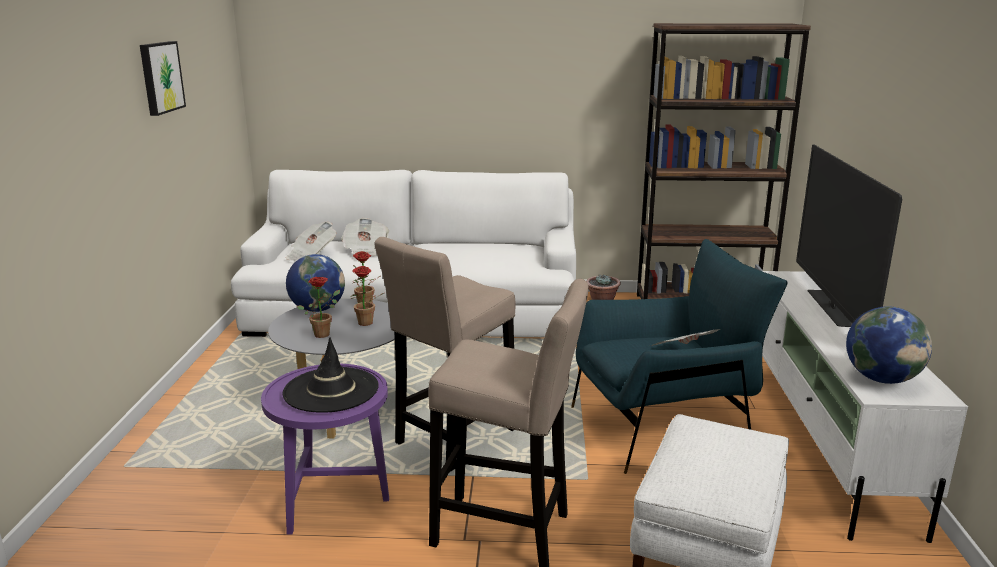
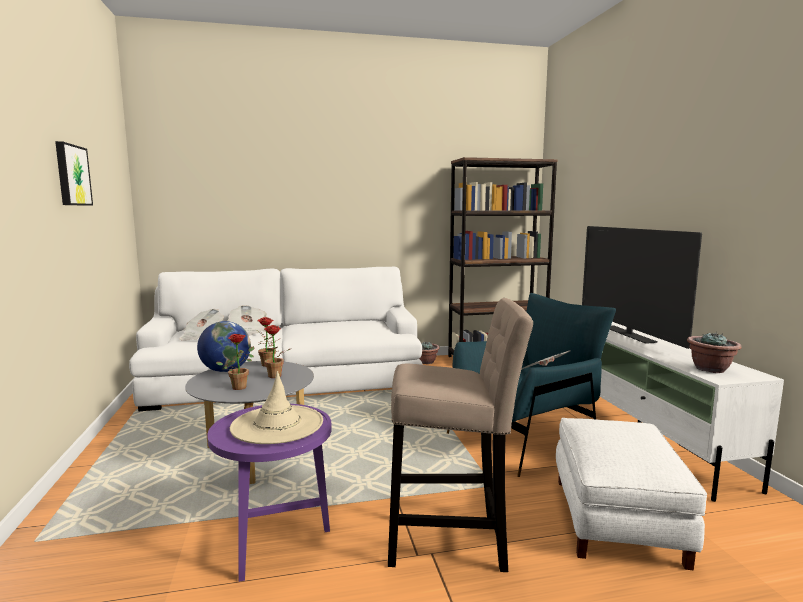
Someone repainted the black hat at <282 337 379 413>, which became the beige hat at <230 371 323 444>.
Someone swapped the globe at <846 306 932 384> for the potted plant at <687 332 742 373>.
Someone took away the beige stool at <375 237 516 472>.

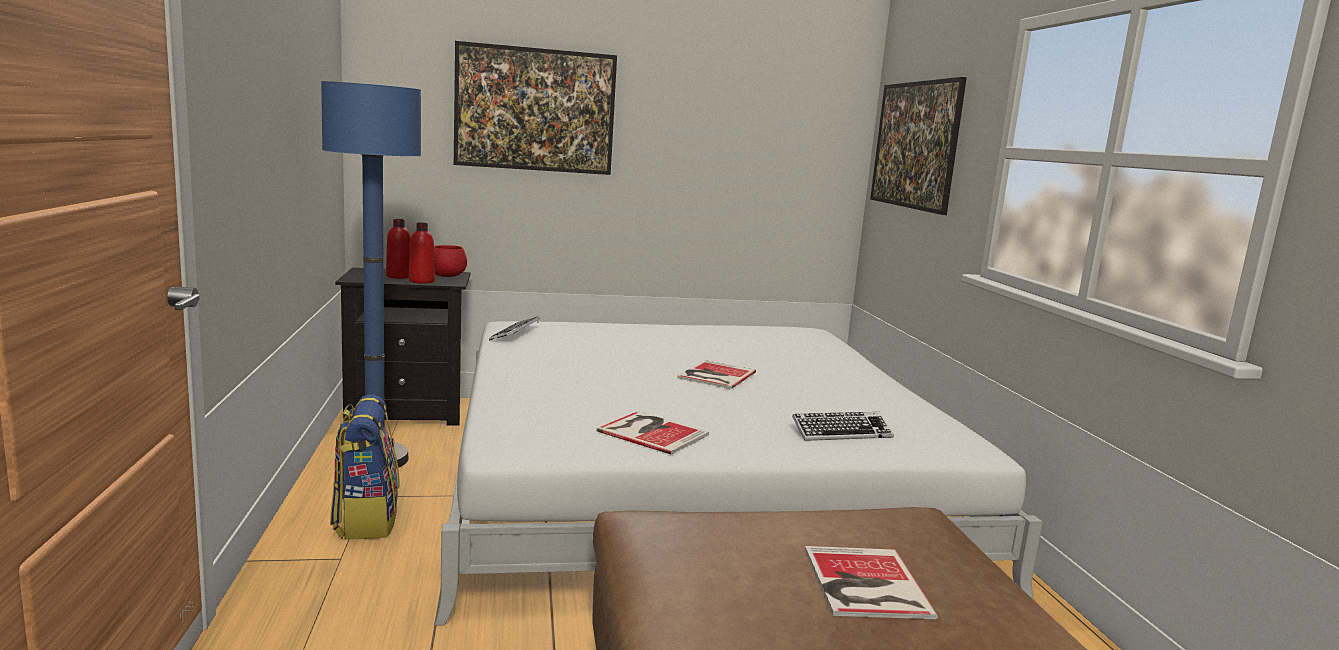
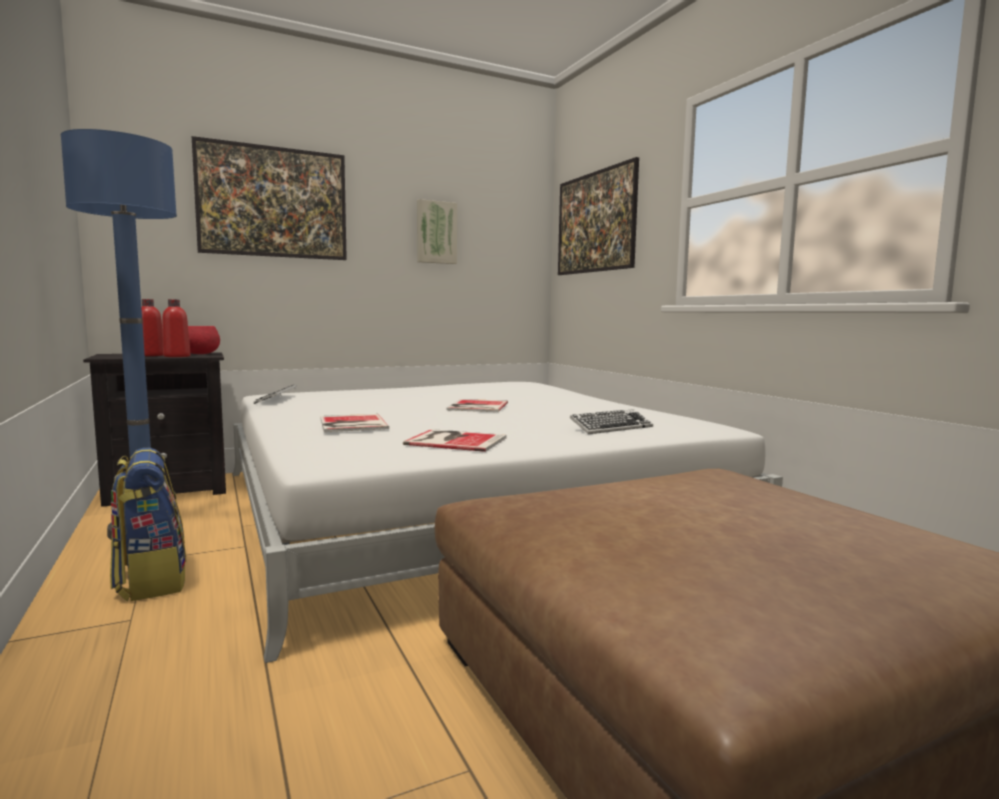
Someone carried the book from <805 546 938 619> to <320 414 389 432>.
Someone put up the picture at <417 199 457 264>.

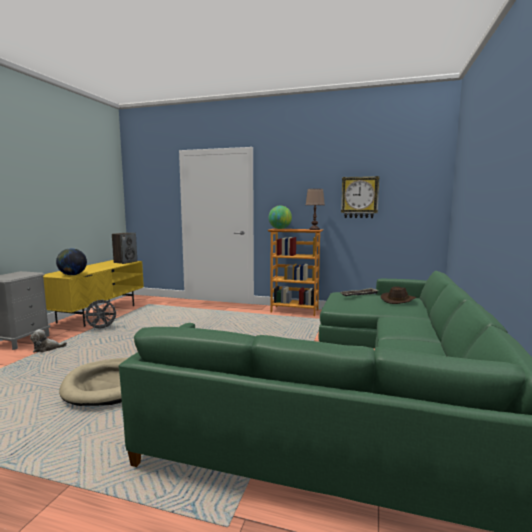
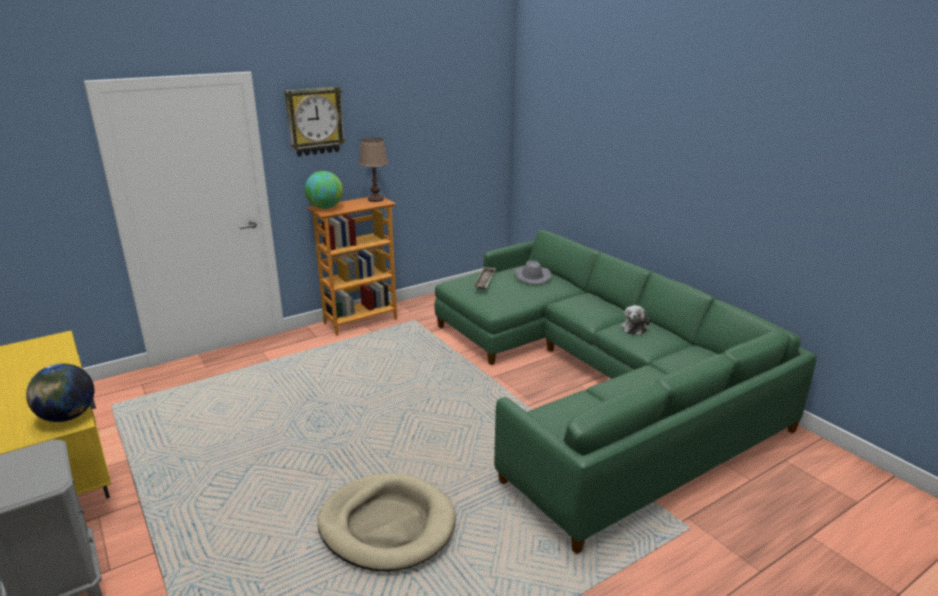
Someone carried the wall clock from <341 176 379 218> to <285 87 345 156>.
Someone repainted the brown hat at <380 286 416 304>, which became the grey hat at <514 260 551 285>.
Someone carried the plush toy from <30 329 67 353> to <621 305 650 335>.
Someone took away the grey fan at <85 300 118 330>.
Someone took away the speaker at <112 233 137 264>.

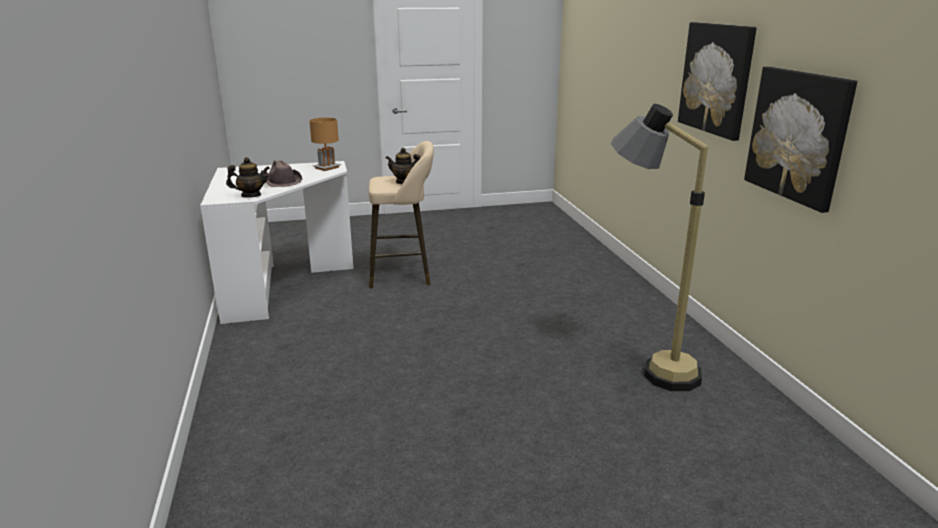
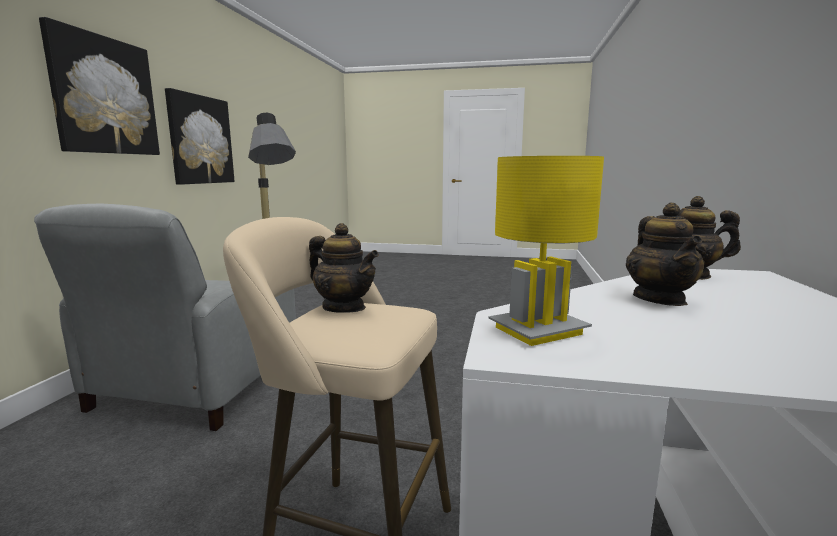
Someone put down the grey armchair at <34 204 296 431>.
Someone repainted the brown table lamp at <309 118 341 171>, which became the yellow table lamp at <488 156 604 346>.
Someone swapped the brown hat at <261 160 302 187> for the teapot at <626 203 704 306>.

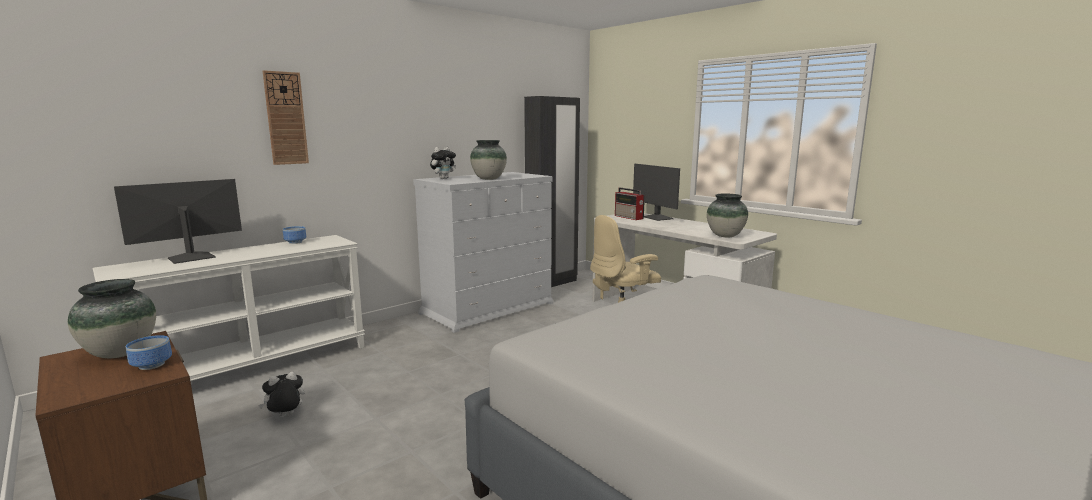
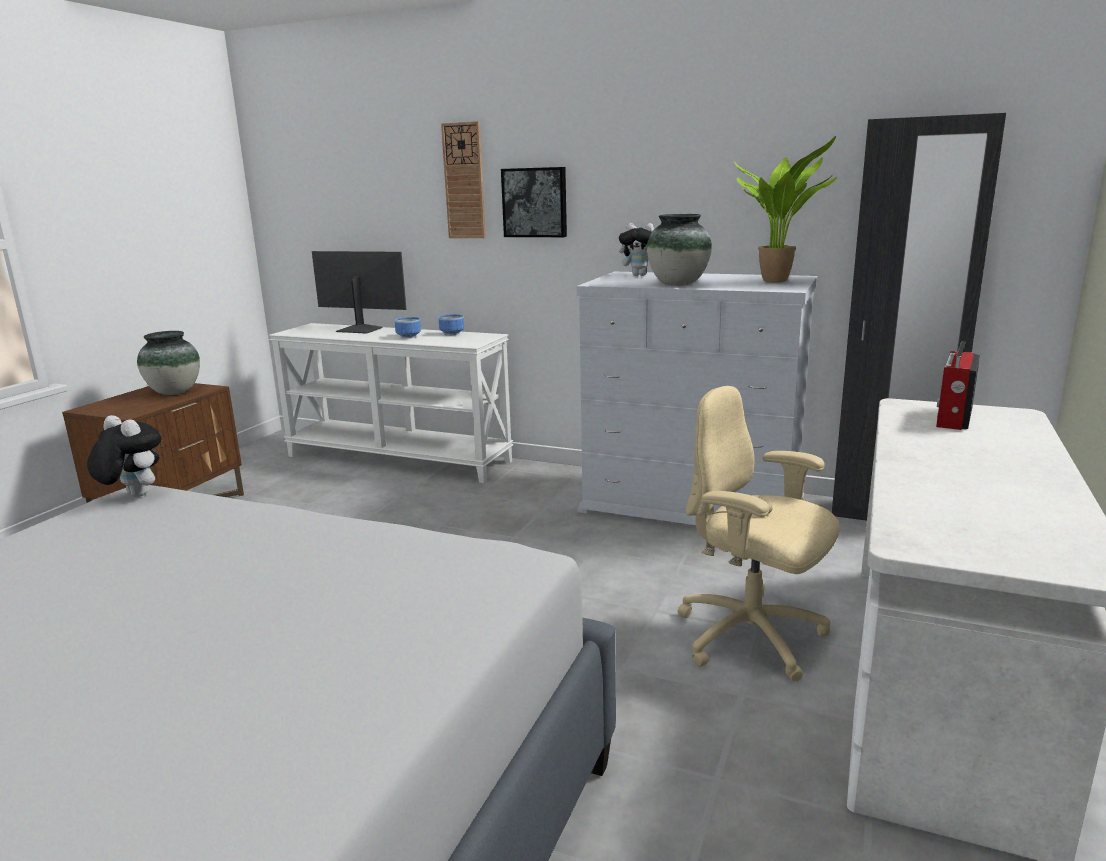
Someone carried the plush toy from <258 371 305 417> to <87 415 162 497>.
Someone carried the bowl from <126 335 172 370> to <395 317 421 338>.
Someone put up the picture at <501 167 567 237>.
Someone put down the potted plant at <734 136 837 283>.
Someone took away the monitor at <633 164 680 221>.
Someone took away the vase at <707 193 748 237>.

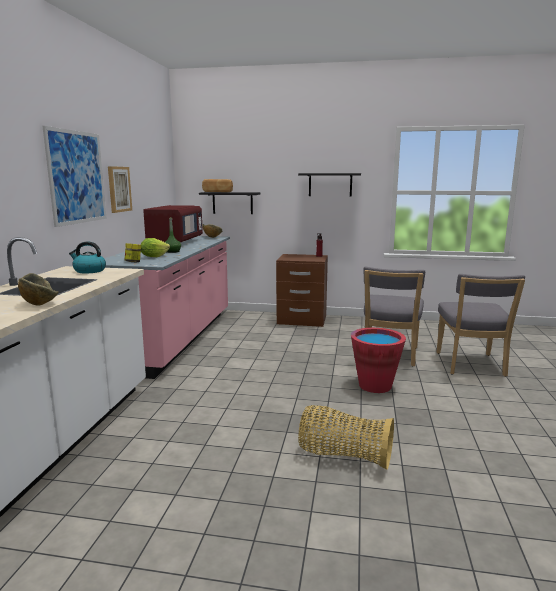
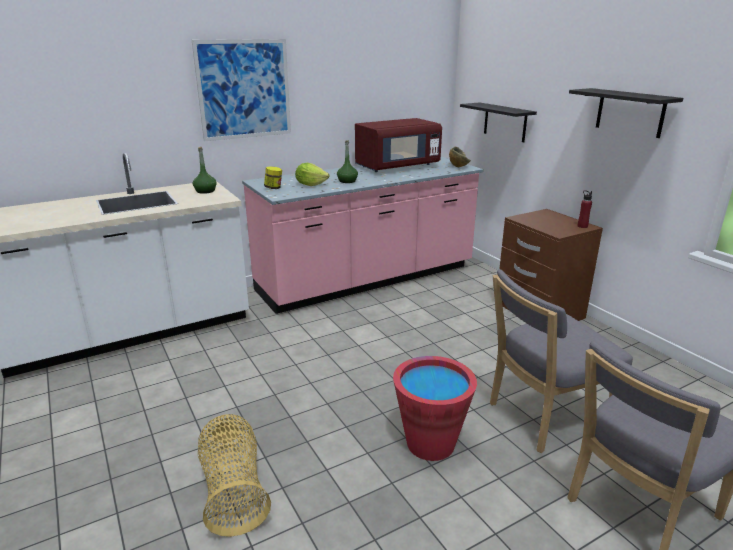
Someone swapped the kettle at <69 241 106 273> for the green bottle at <193 147 217 194>.
Someone took away the bowl at <18 273 58 306>.
Someone took away the picture at <108 166 132 213>.
Someone took away the bread at <202 179 233 192>.

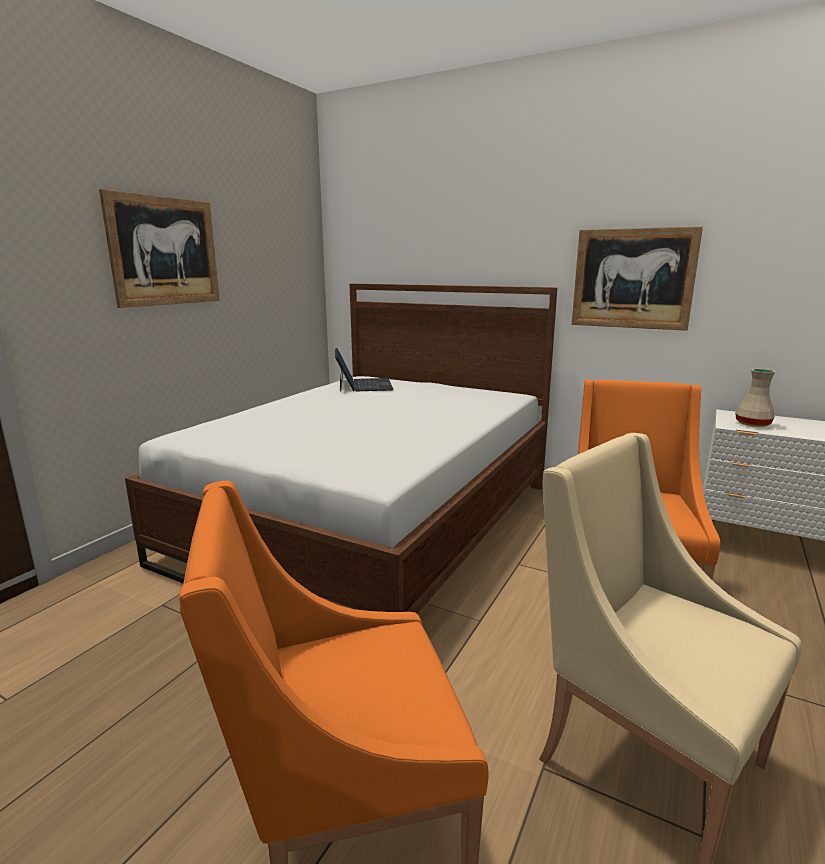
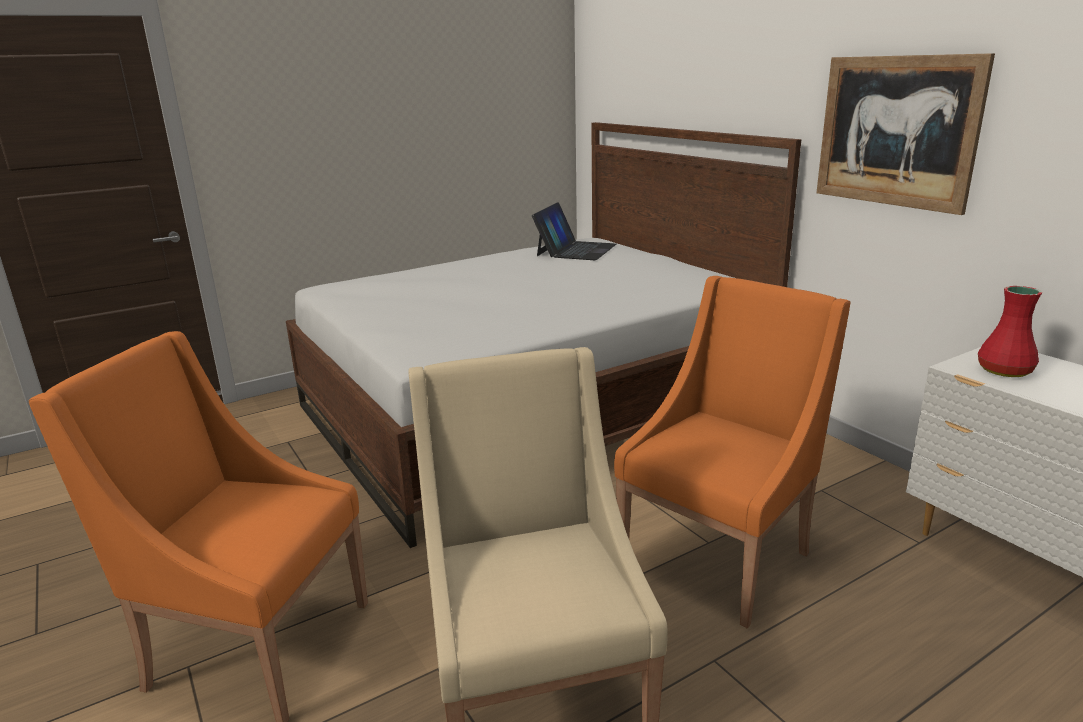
Someone repainted the beige vase at <735 369 775 427>, which became the red vase at <978 286 1042 377>.
Someone took away the picture at <99 189 220 308>.

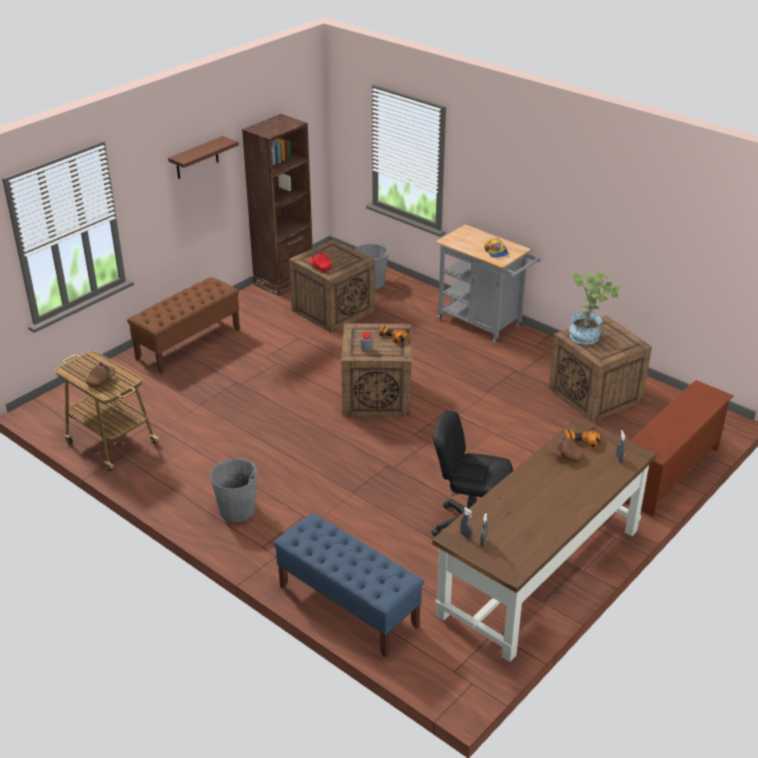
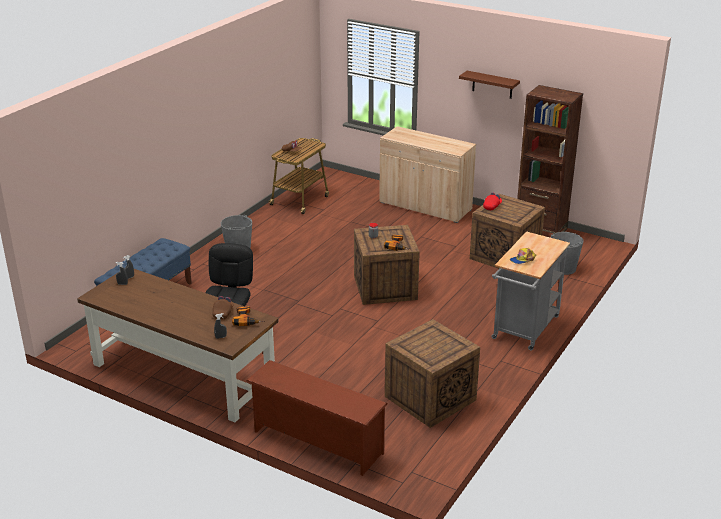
Someone swapped the brown bench at <127 277 240 374> for the beige cabinet at <379 126 476 223>.
Someone took away the potted plant at <569 271 622 345>.

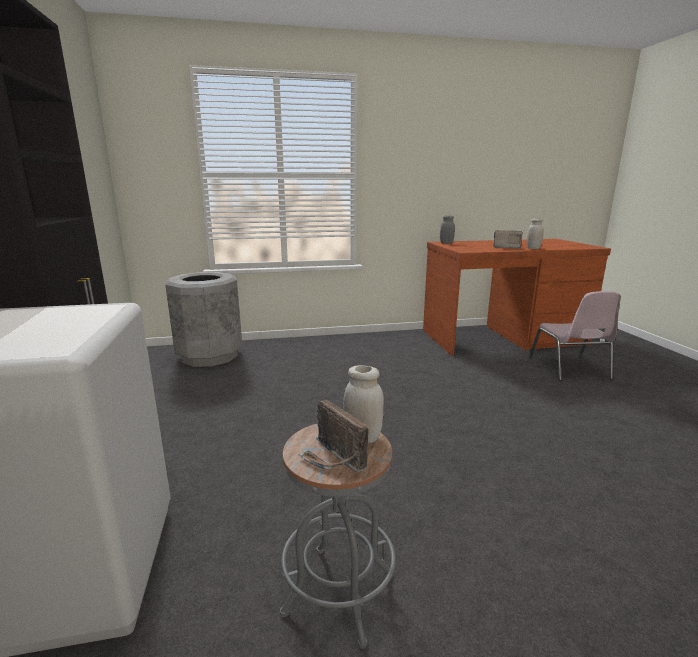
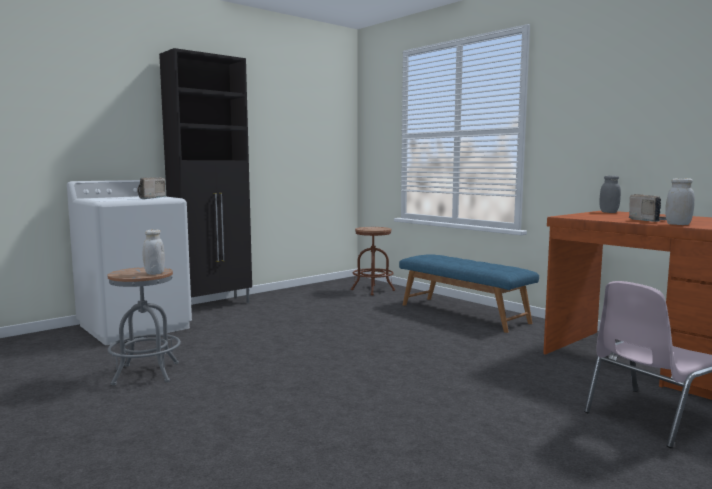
Someone carried the radio from <298 400 369 472> to <137 177 166 199>.
Someone swapped the grey trash can at <166 272 242 367> for the brown stool at <351 227 395 296>.
Someone put down the blue bench at <399 255 539 333>.

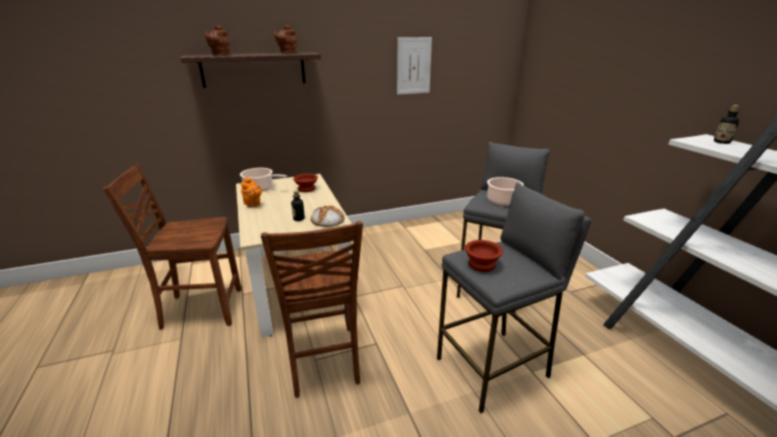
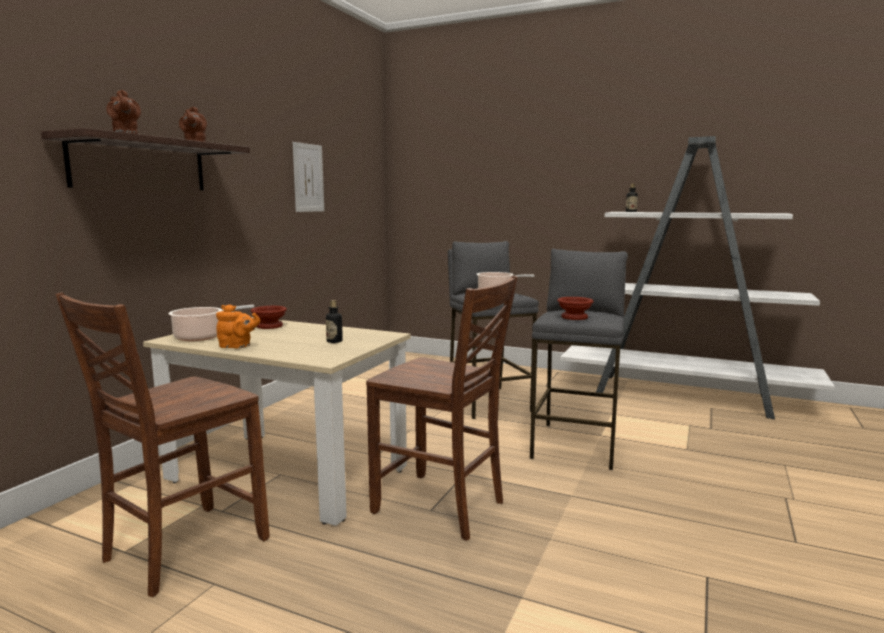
Someone took away the bread at <311 205 344 227>.

